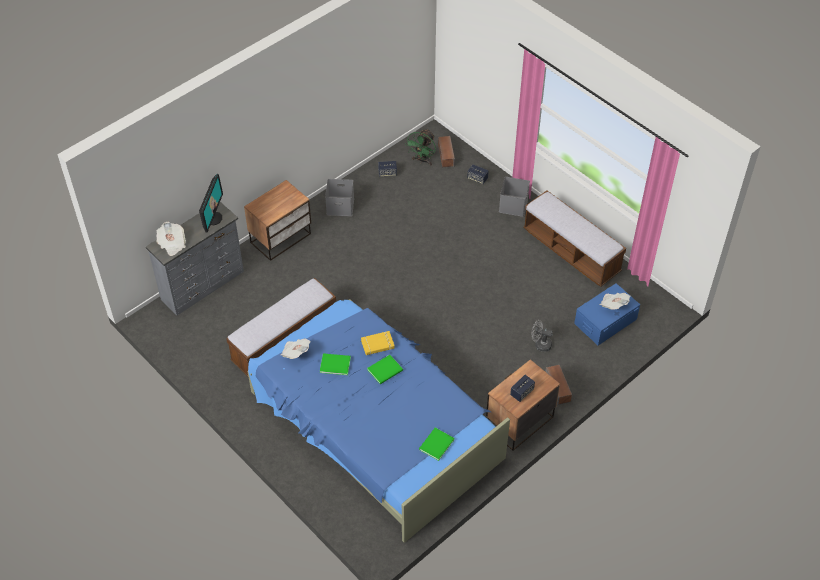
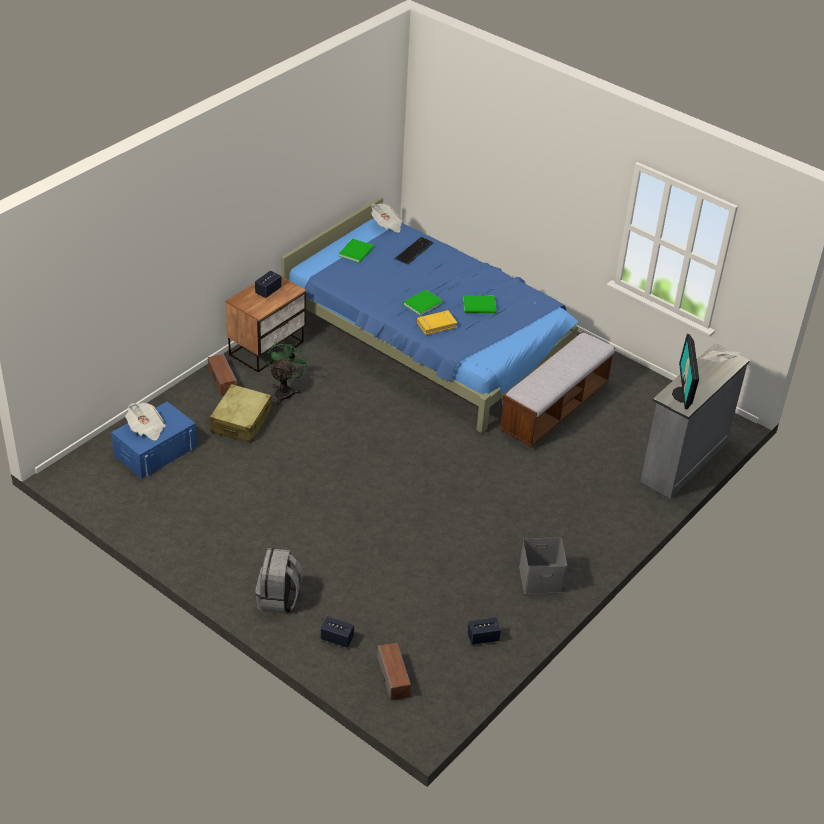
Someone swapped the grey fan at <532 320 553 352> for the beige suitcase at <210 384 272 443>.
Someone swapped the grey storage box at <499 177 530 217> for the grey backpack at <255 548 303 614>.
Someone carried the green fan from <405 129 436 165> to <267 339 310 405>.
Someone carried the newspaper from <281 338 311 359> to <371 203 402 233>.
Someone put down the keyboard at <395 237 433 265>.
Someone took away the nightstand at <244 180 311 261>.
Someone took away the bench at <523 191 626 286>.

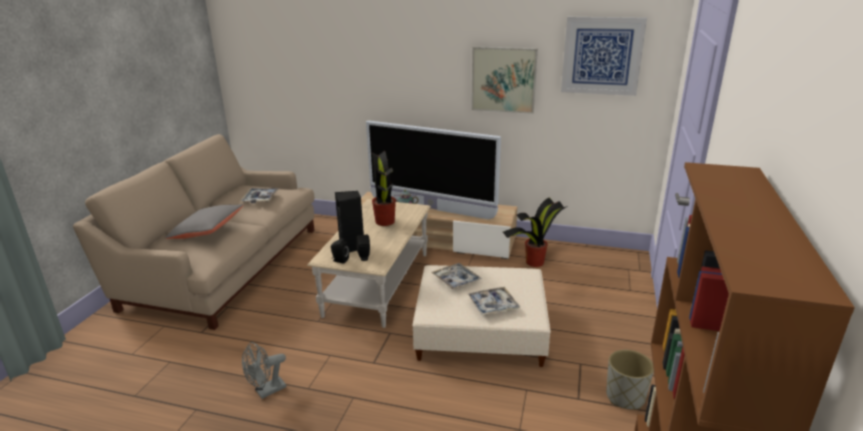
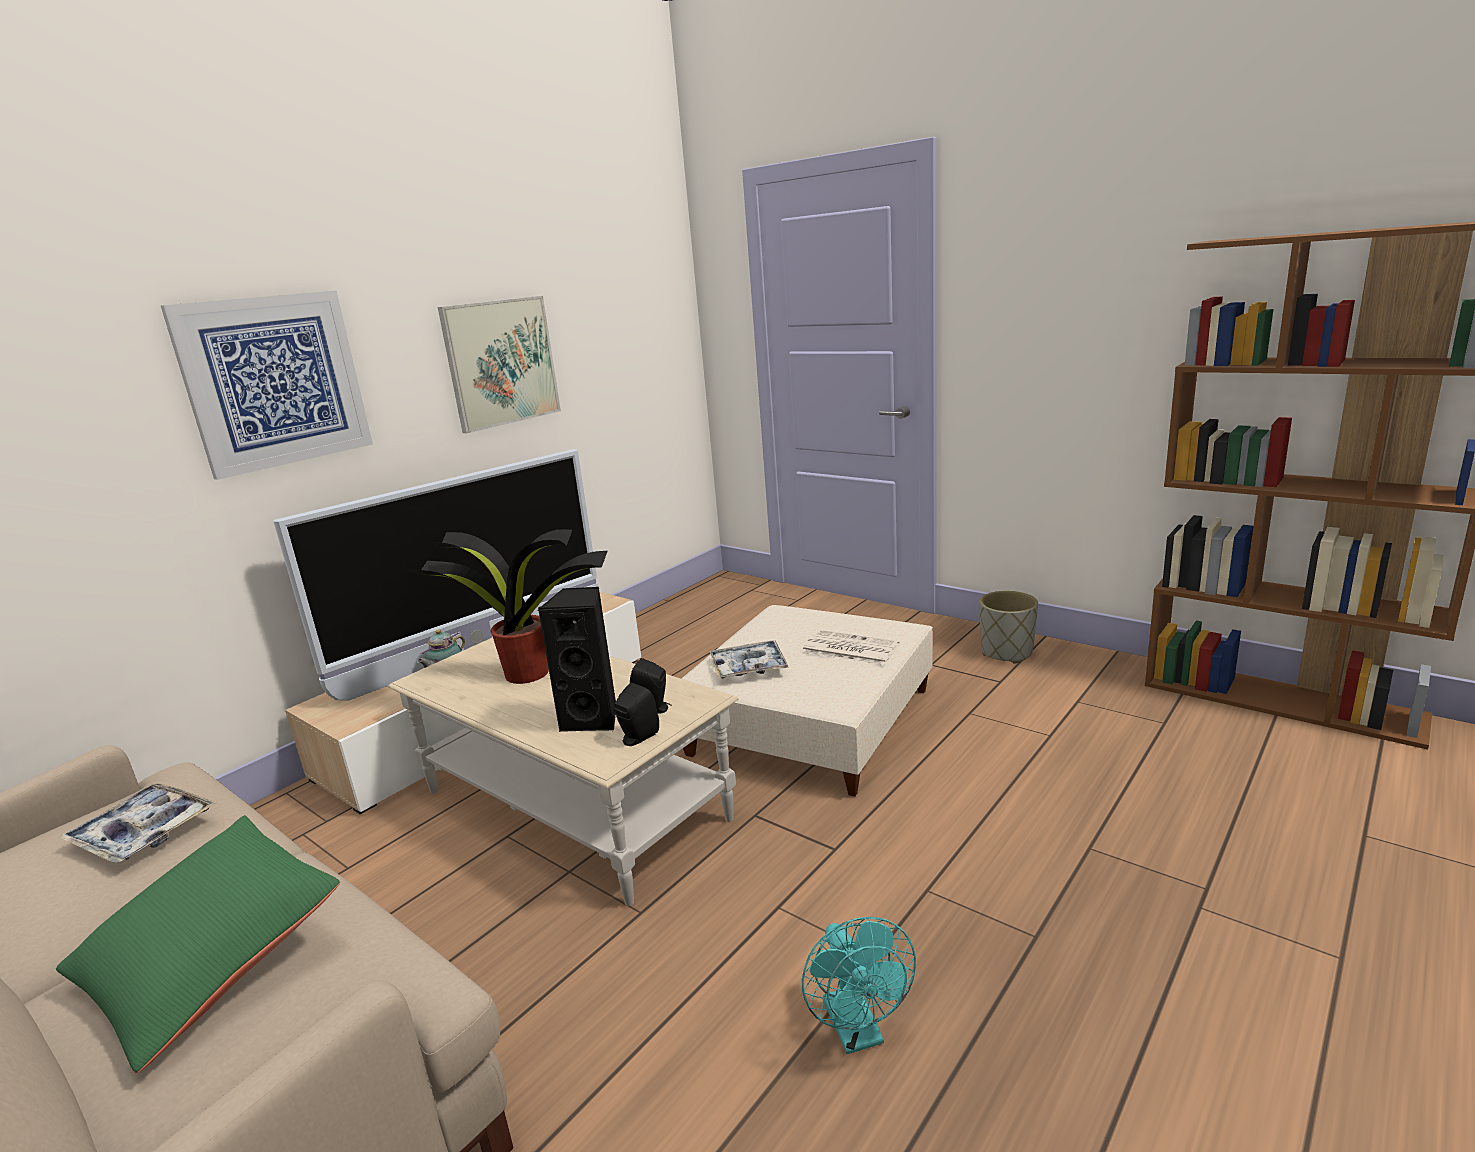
Someone repainted the grey pillow at <165 204 244 239>, which became the green pillow at <56 815 340 1073>.
Someone carried the picture from <561 17 647 96> to <161 291 373 480>.
Someone swapped the tray at <468 287 520 315> for the newspaper at <802 630 899 665>.
Someone repainted the grey fan at <242 342 286 399>, which became the turquoise fan at <802 917 916 1054>.
Someone took away the potted plant at <503 197 568 267>.

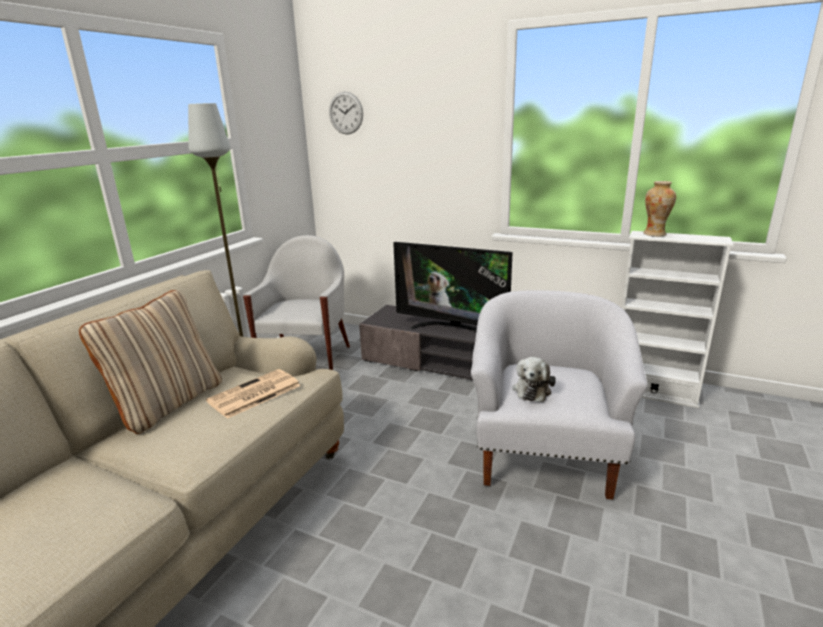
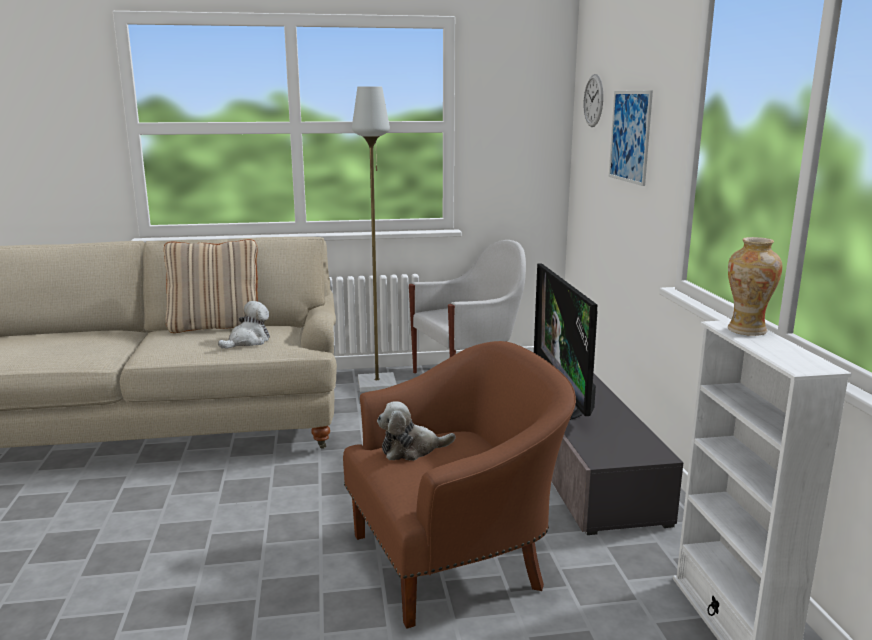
Someone swapped the newspaper at <206 369 301 419> for the plush toy at <218 301 270 349>.
Someone repainted the white armchair at <471 290 648 500>, which became the brown armchair at <343 341 576 629>.
Someone put up the picture at <609 91 653 186>.

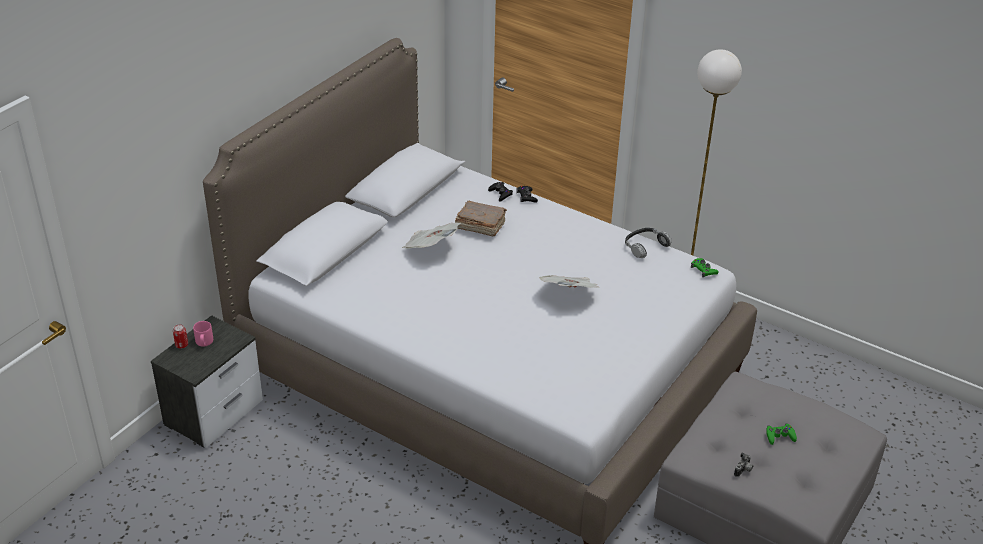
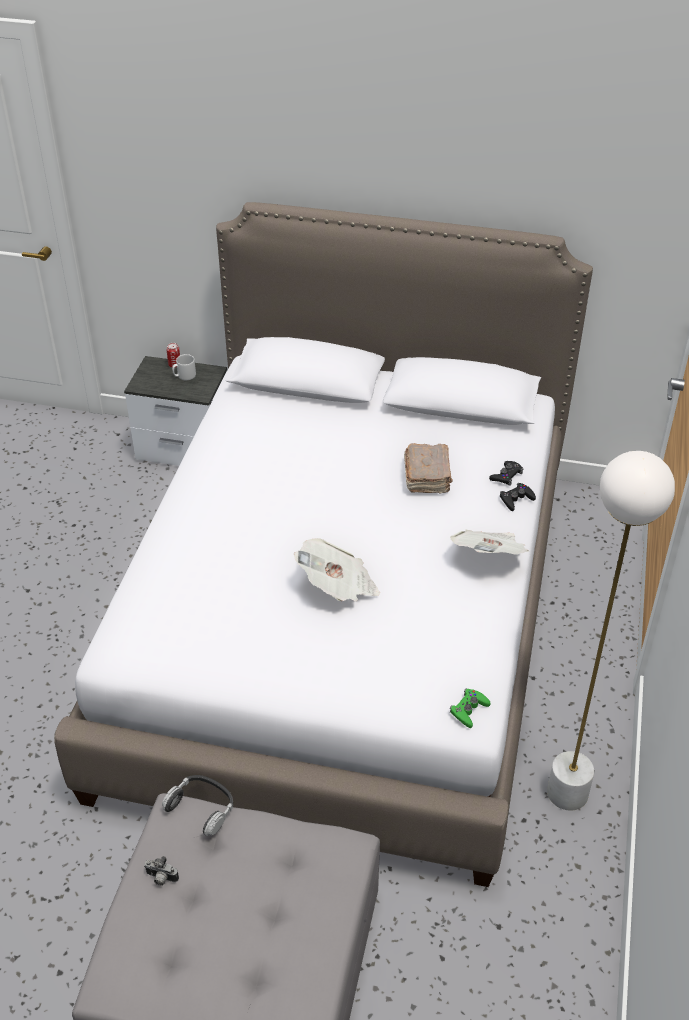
Someone carried the headphones from <625 228 672 258> to <162 775 233 836>.
Someone repainted the pink mug at <193 321 213 347>, which became the grey mug at <172 354 196 380>.
Someone carried the newspaper from <402 223 461 249> to <450 530 529 555>.
Someone took away the green game controller at <766 423 797 445>.

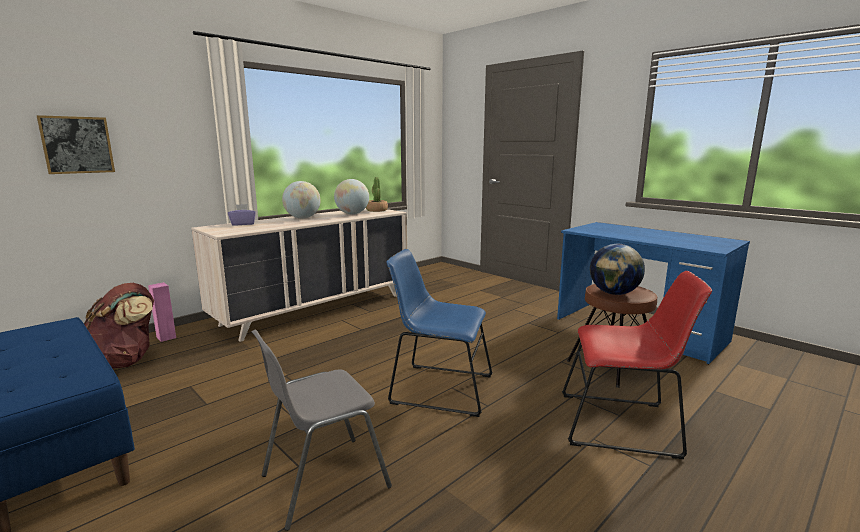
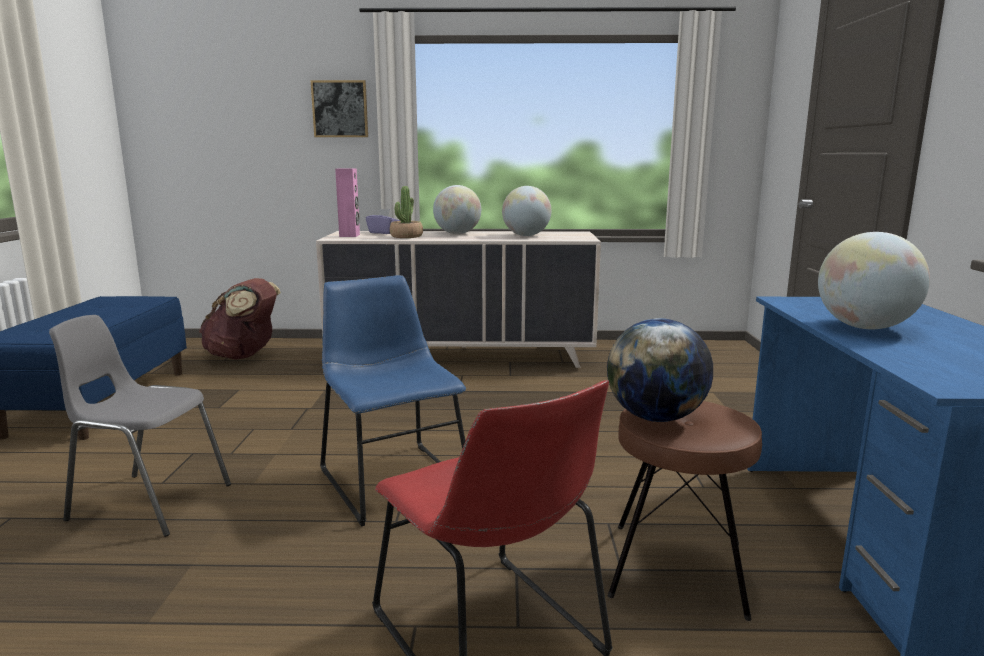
Someone carried the picture from <37 115 115 174> to <311 80 368 137>.
Someone carried the pink speaker from <148 282 176 342> to <335 168 360 237>.
Someone carried the potted plant from <366 177 388 212> to <390 186 423 238>.
Someone put down the globe at <818 232 930 329>.

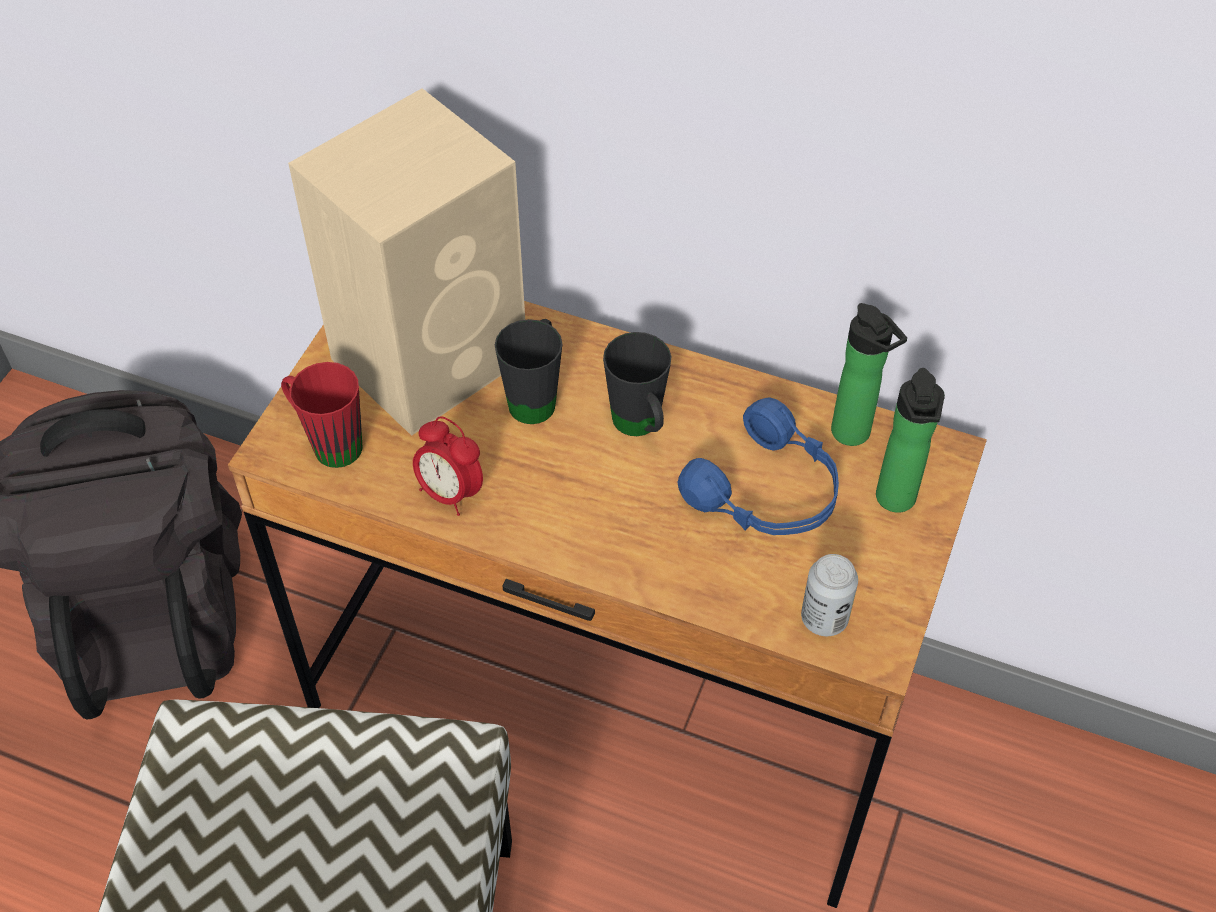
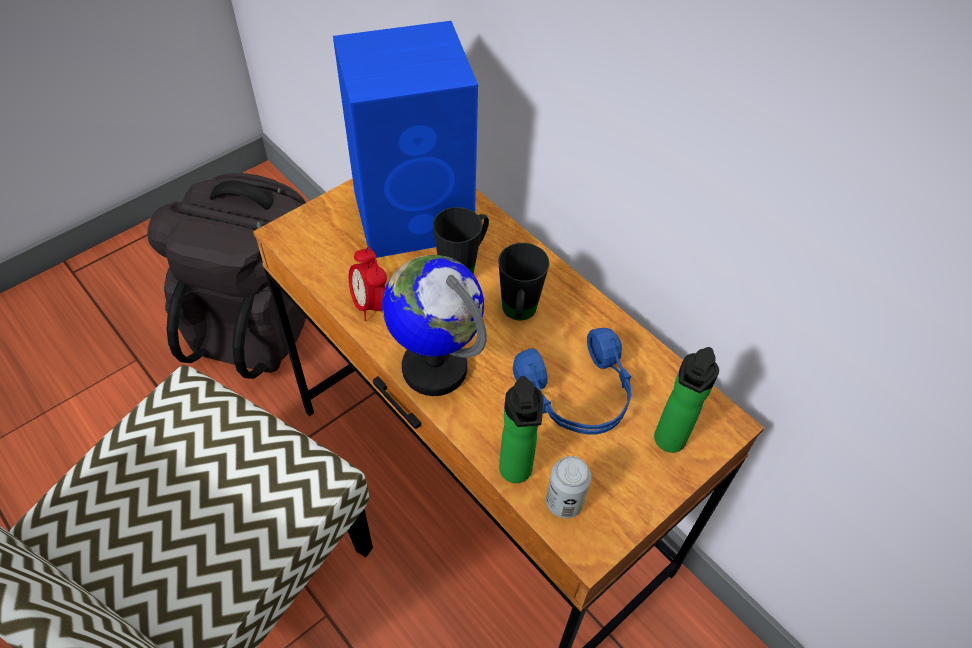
Someone repainted the beige speaker at <288 88 525 436>, which became the blue speaker at <333 21 478 258>.
Someone put down the globe at <382 255 487 396>.
Someone carried the bottle from <831 303 907 446> to <499 376 543 483>.
Someone took away the red mug at <281 362 363 468>.

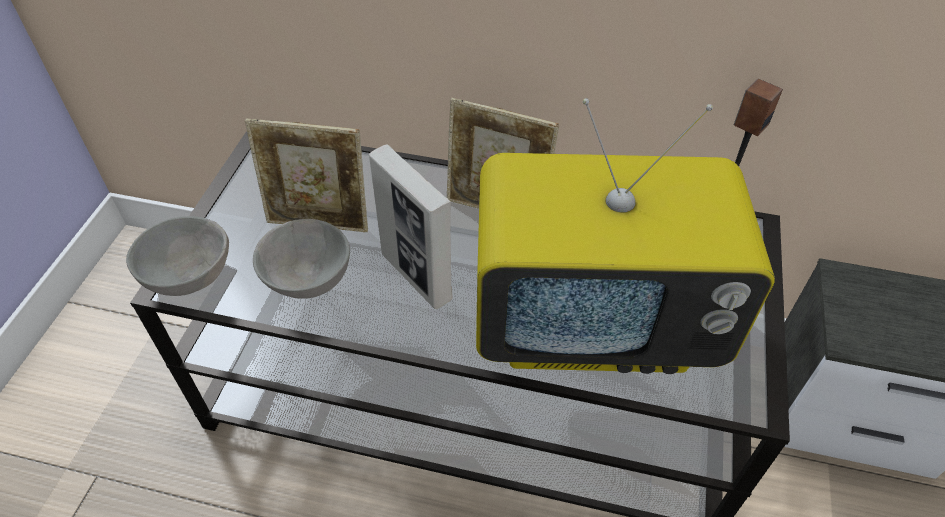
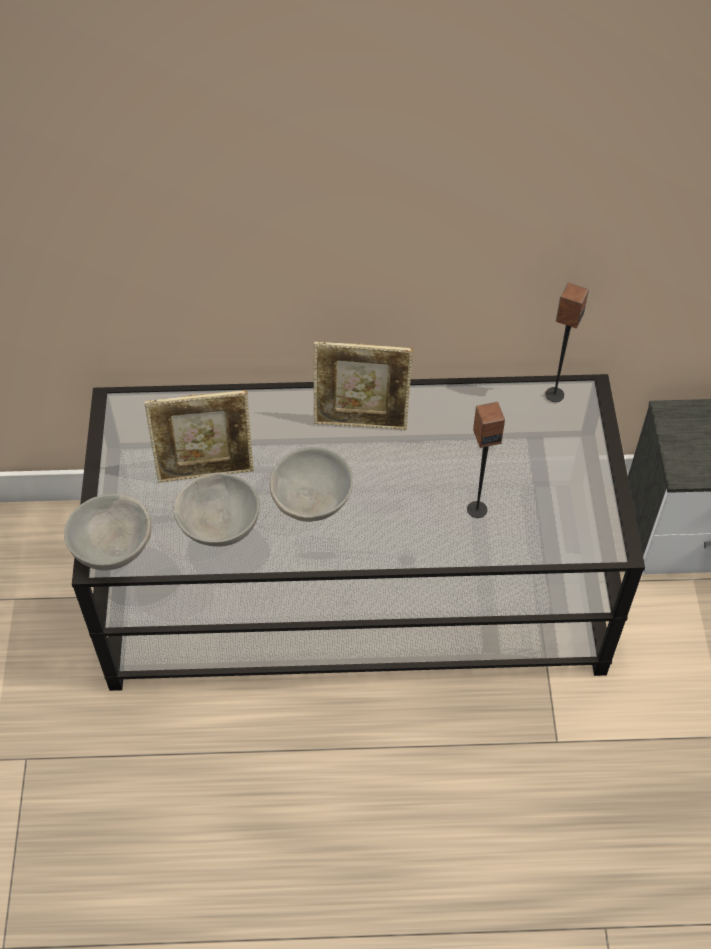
Someone swapped the picture frame at <369 144 453 309> for the grey bowl at <270 447 353 522>.
Someone swapped the television at <476 98 775 374> for the speaker at <467 401 505 518>.

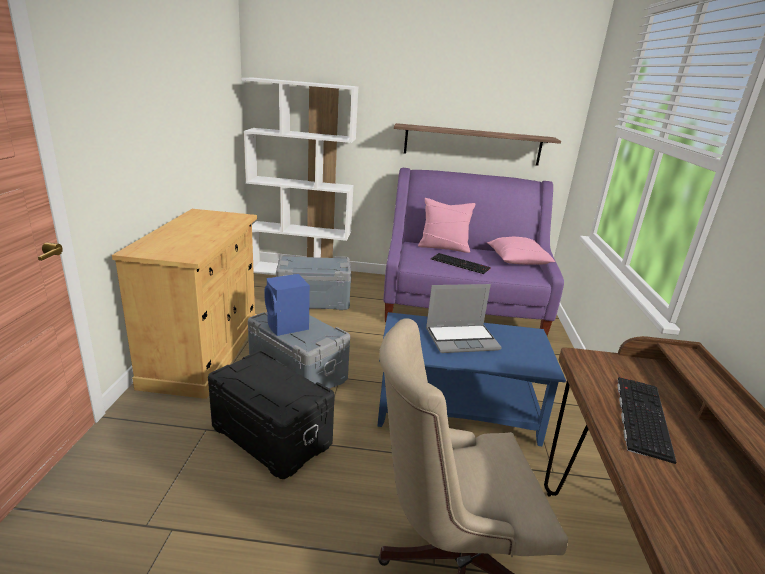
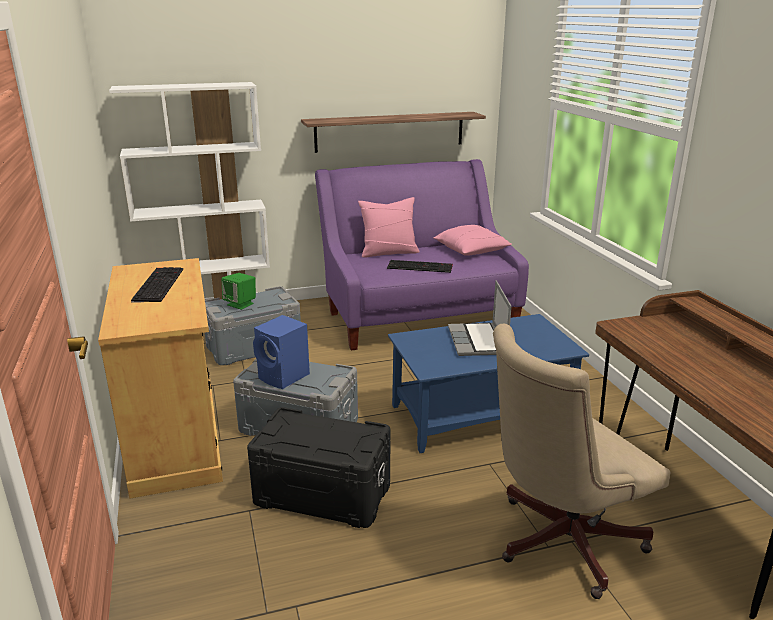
Someone carried the keyboard from <617 377 676 464> to <131 267 183 302>.
Someone put down the green speaker at <221 273 256 310>.
Someone rotated the laptop at <426 284 502 353> by 120 degrees clockwise.

